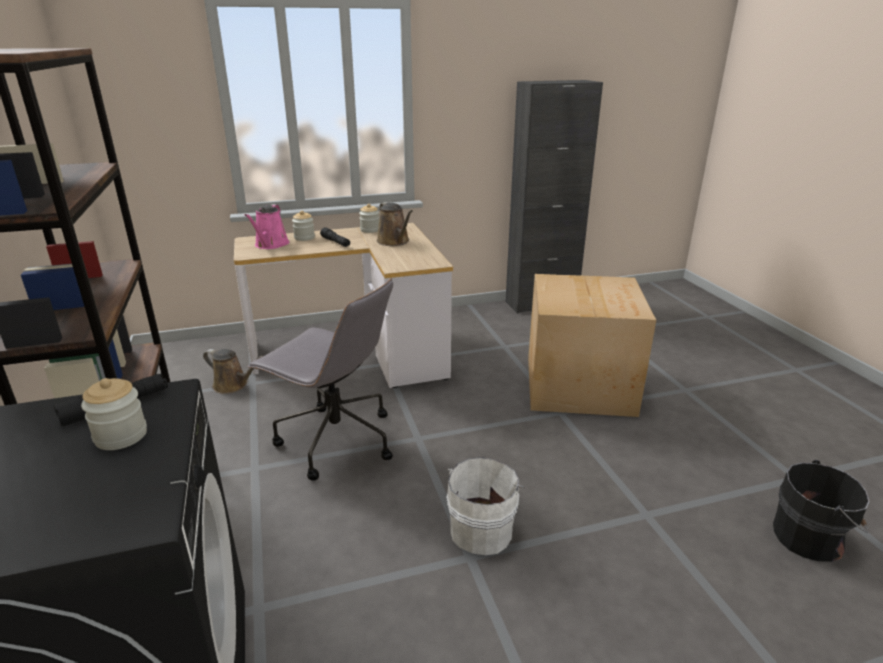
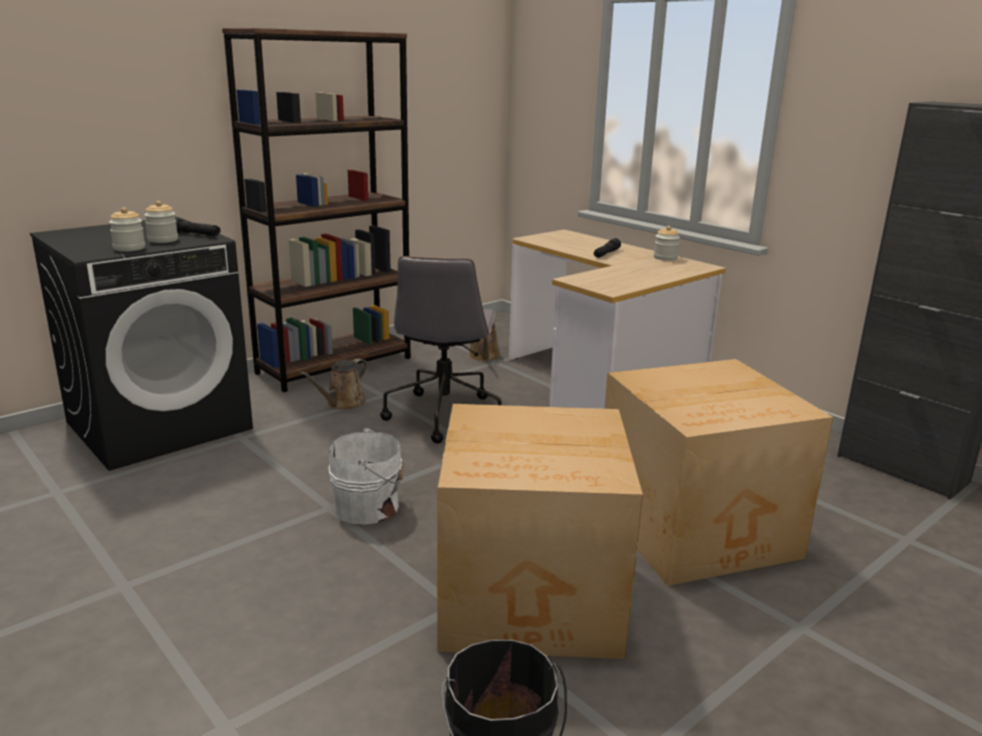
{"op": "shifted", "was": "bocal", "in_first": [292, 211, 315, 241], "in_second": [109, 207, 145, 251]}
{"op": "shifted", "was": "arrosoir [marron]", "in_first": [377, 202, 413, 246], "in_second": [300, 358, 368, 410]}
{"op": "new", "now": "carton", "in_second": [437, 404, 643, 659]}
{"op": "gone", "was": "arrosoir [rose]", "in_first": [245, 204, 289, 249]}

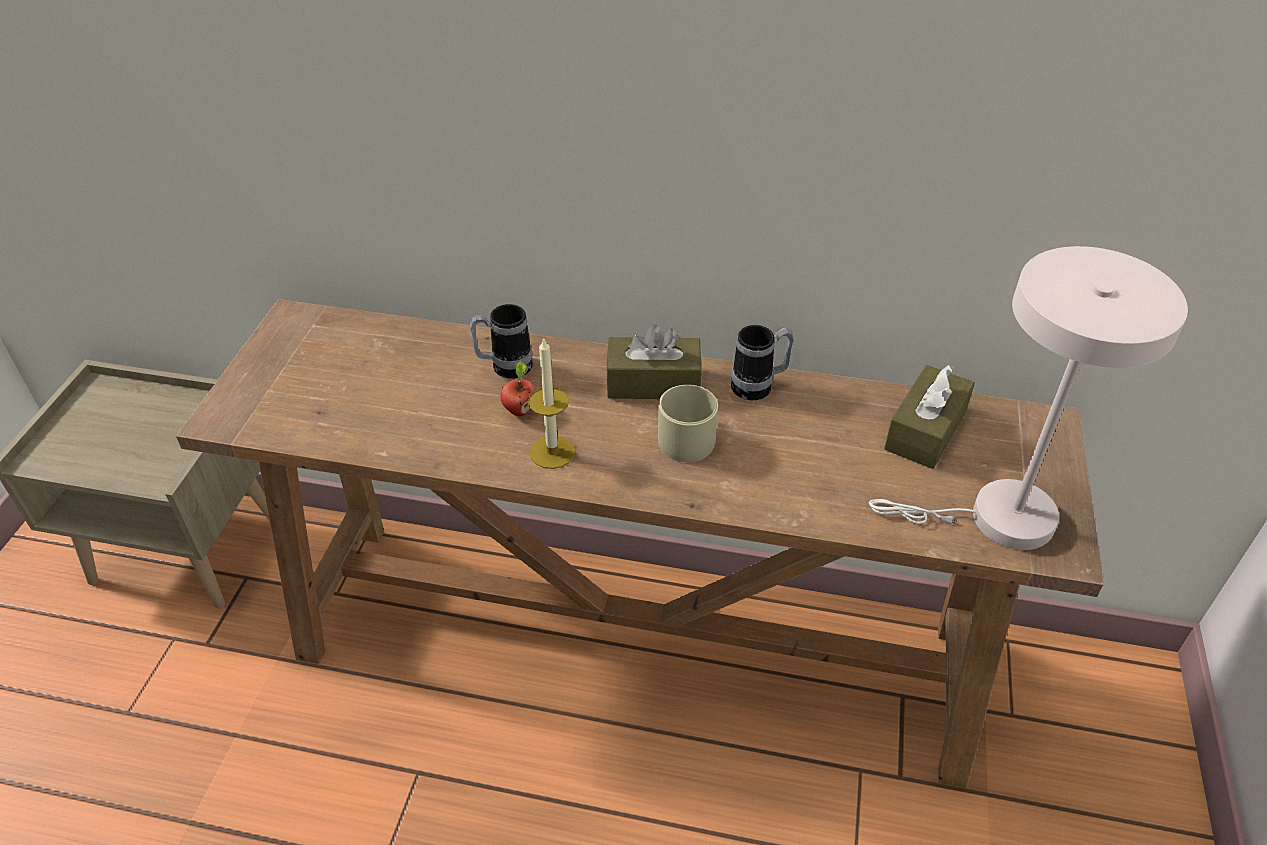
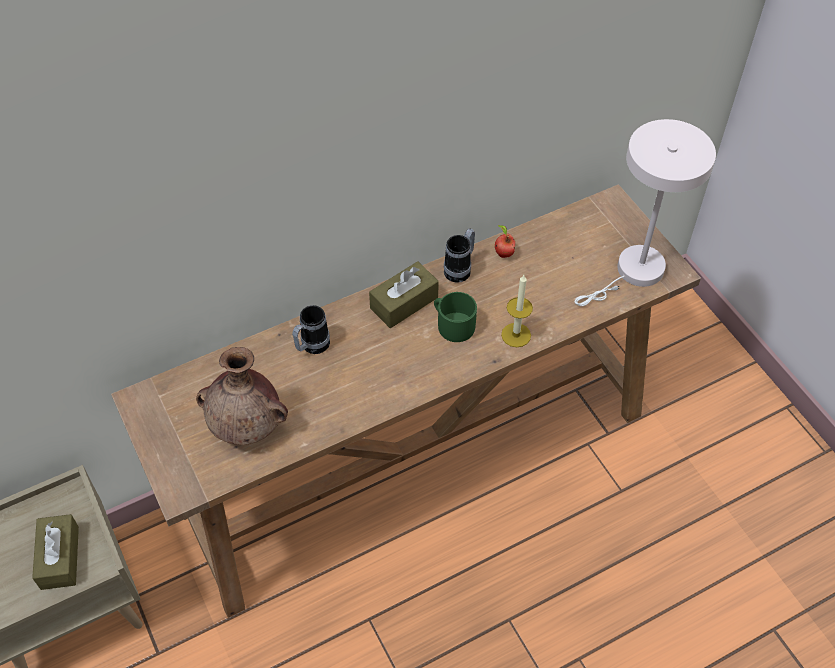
{"op": "shifted", "was": "boîte à mouchoirs [marron]", "in_first": [884, 364, 975, 469], "in_second": [32, 514, 79, 590]}
{"op": "new", "now": "vase [marron]", "in_second": [196, 347, 288, 445]}
{"op": "repainted", "was": "mug [beige]", "now": "mug [vert]", "in_first": [658, 385, 718, 462], "in_second": [434, 292, 477, 342]}
{"op": "shifted", "was": "pomme", "in_first": [500, 361, 535, 416], "in_second": [495, 225, 515, 258]}
{"op": "shifted", "was": "bougie", "in_first": [528, 337, 575, 469], "in_second": [501, 275, 533, 347]}

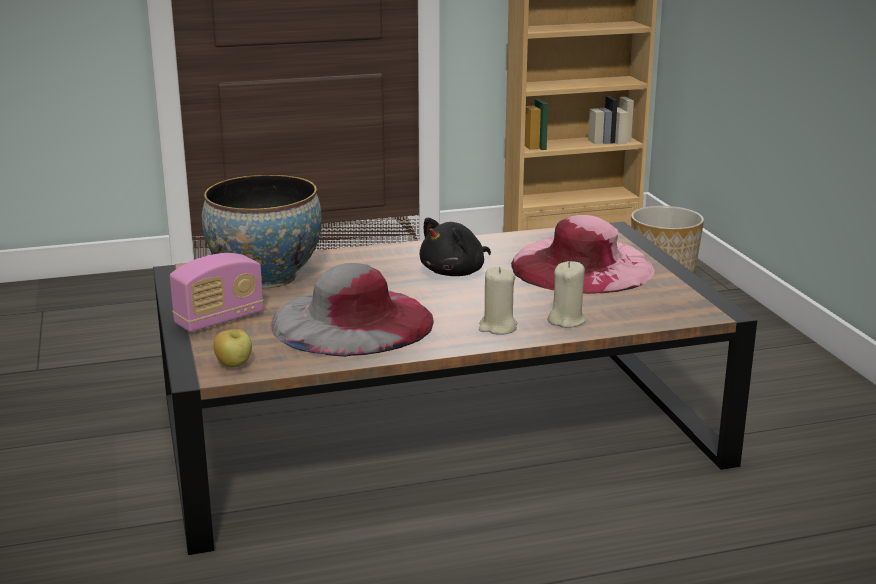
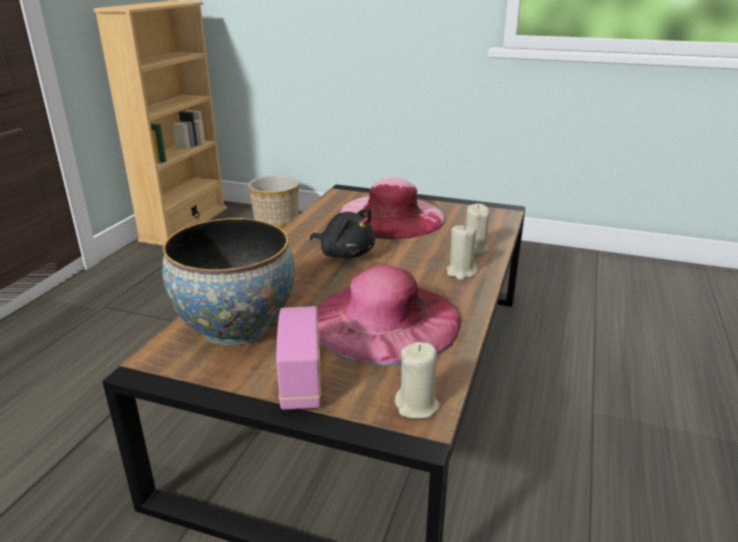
{"op": "rotated", "was": "peluche [noir]", "in_first": [420, 217, 491, 276], "in_second": [310, 208, 375, 259], "clockwise": -45}
{"op": "repainted", "was": "chapeau [gris]", "now": "chapeau [rose]", "in_first": [272, 263, 434, 357], "in_second": [317, 265, 461, 365]}
{"op": "swapped", "was": "pomme", "now": "bougie [beige]", "in_first": [213, 329, 252, 368], "in_second": [395, 342, 440, 419]}

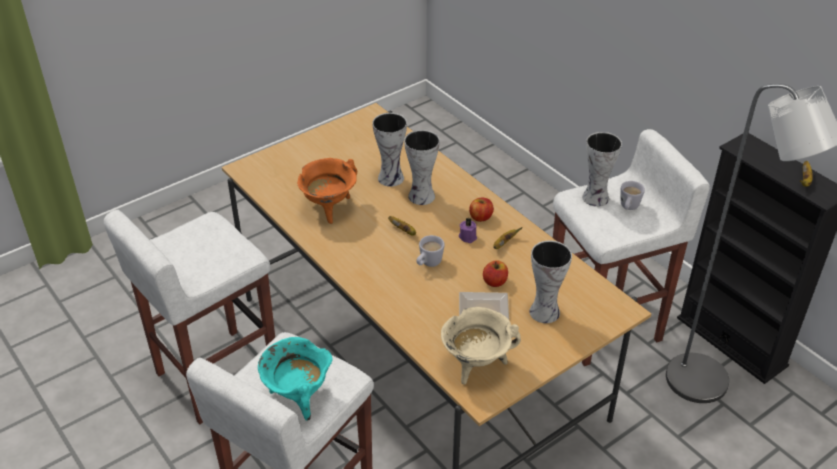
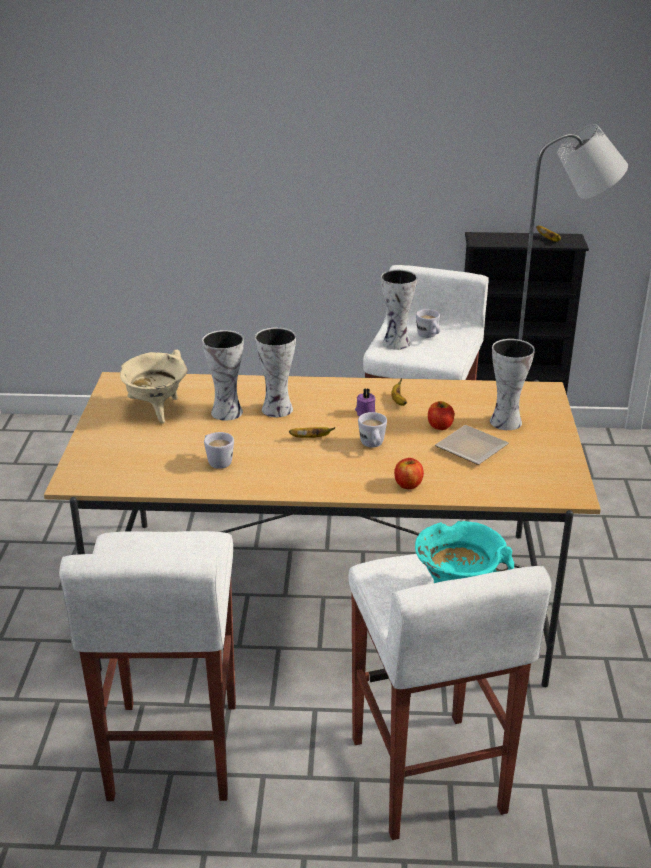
{"op": "shifted", "was": "marmite [beige]", "in_first": [441, 307, 521, 385], "in_second": [120, 350, 188, 423]}
{"op": "swapped", "was": "marmite [orange]", "now": "mug [blanc]", "in_first": [297, 158, 357, 224], "in_second": [204, 432, 234, 469]}
{"op": "shifted", "was": "pomme", "in_first": [469, 198, 494, 222], "in_second": [394, 458, 424, 489]}

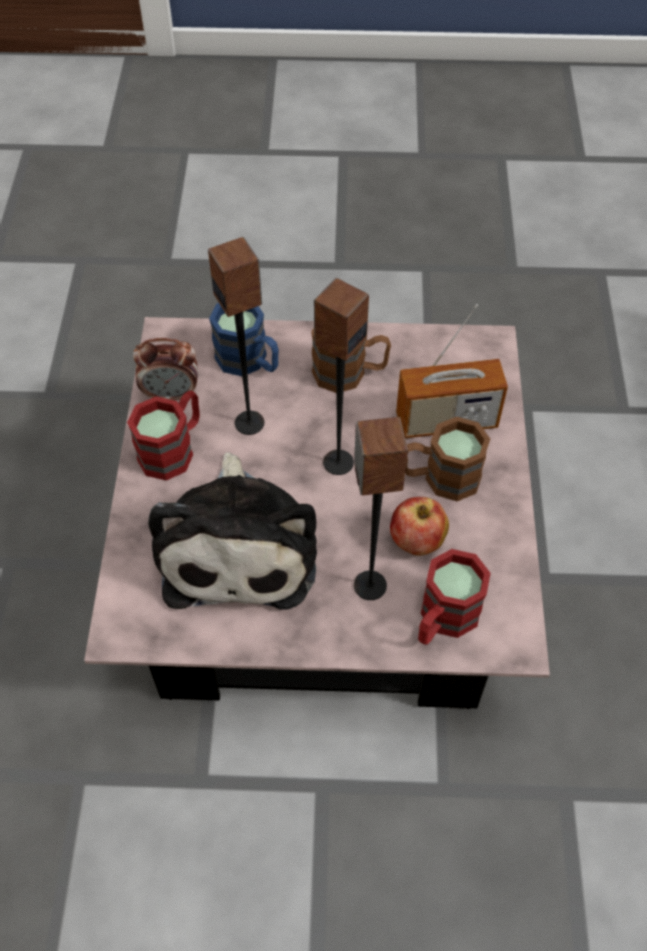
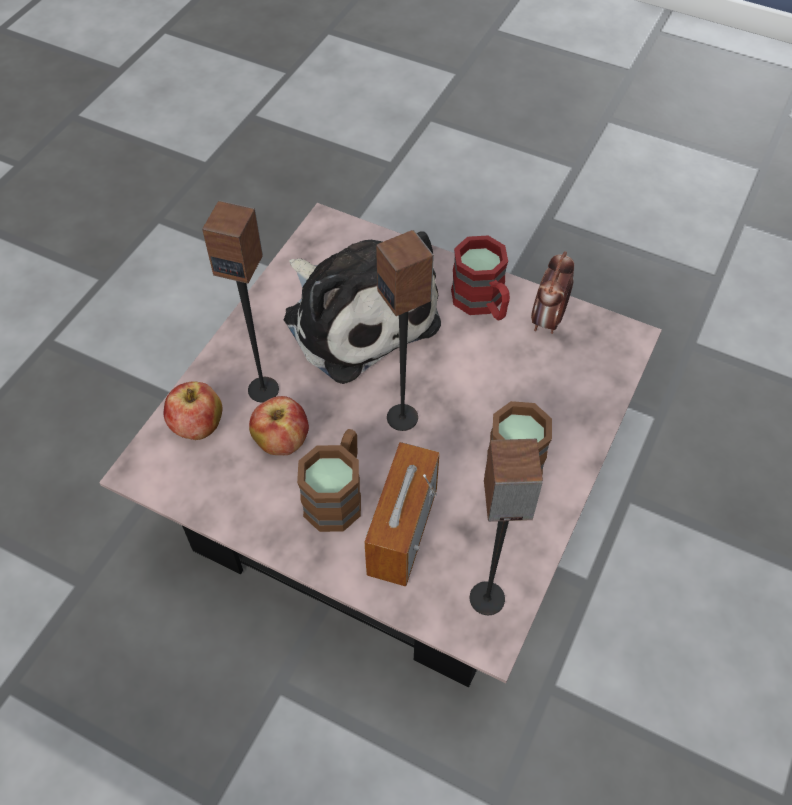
{"op": "swapped", "was": "mug [rouge]", "now": "pomme", "in_first": [418, 549, 491, 645], "in_second": [164, 381, 222, 440]}
{"op": "rotated", "was": "peluche", "in_first": [148, 452, 317, 610], "in_second": [284, 231, 441, 384], "clockwise": -150}
{"op": "shifted", "was": "enceinte", "in_first": [208, 237, 264, 435], "in_second": [470, 439, 543, 615]}
{"op": "gone", "was": "mug [bleu]", "in_first": [209, 303, 279, 376]}

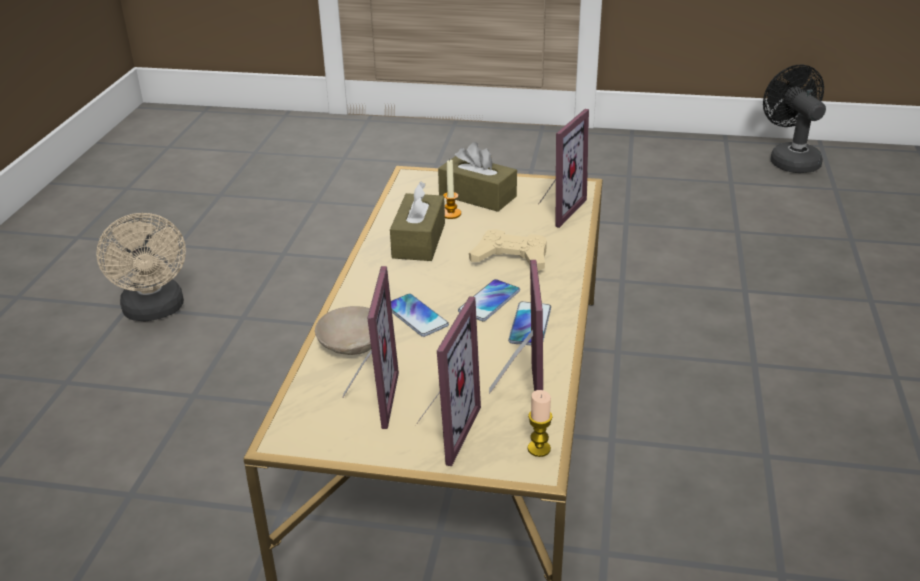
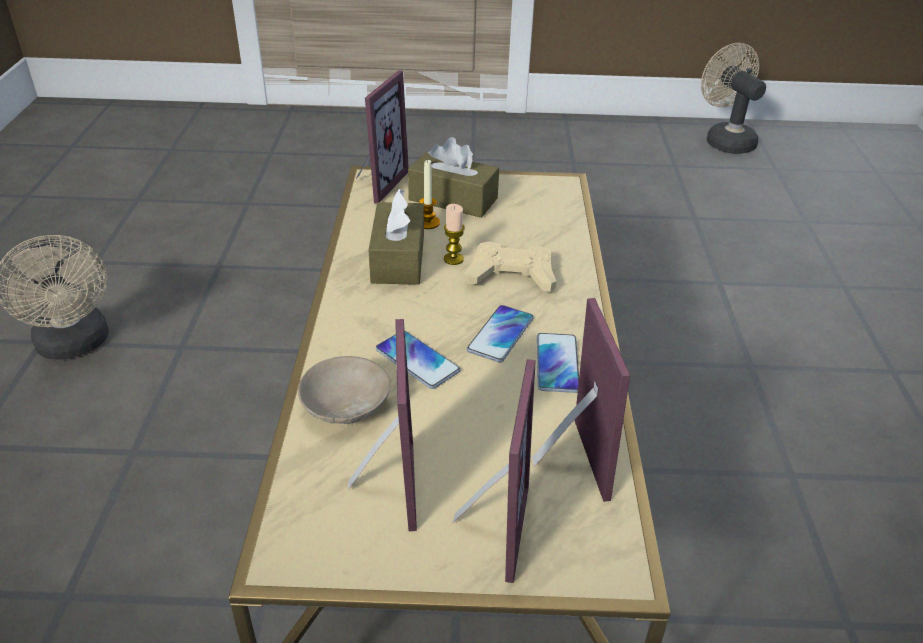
{"op": "shifted", "was": "cadre photo", "in_first": [539, 109, 589, 228], "in_second": [357, 70, 409, 204]}
{"op": "shifted", "was": "bougie", "in_first": [528, 390, 553, 457], "in_second": [444, 204, 465, 265]}
{"op": "repainted", "was": "ventilateur [noir]", "now": "ventilateur [beige]", "in_first": [763, 65, 826, 173], "in_second": [701, 43, 766, 154]}

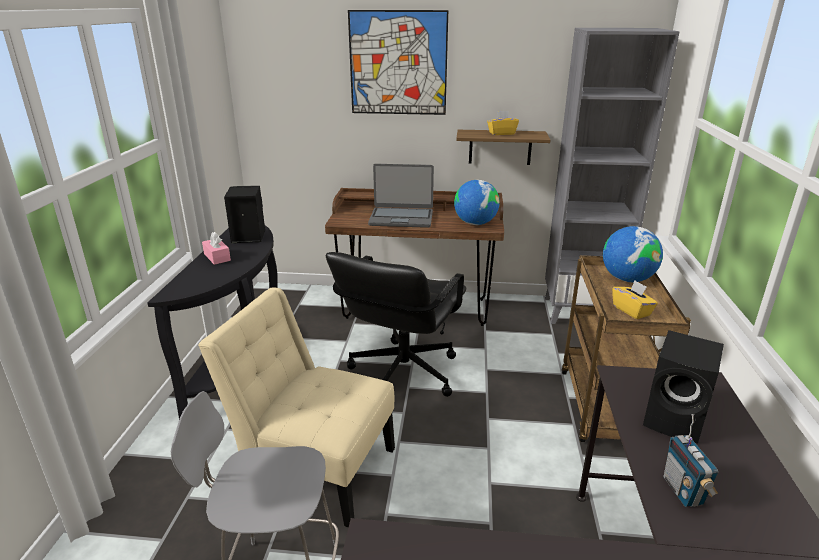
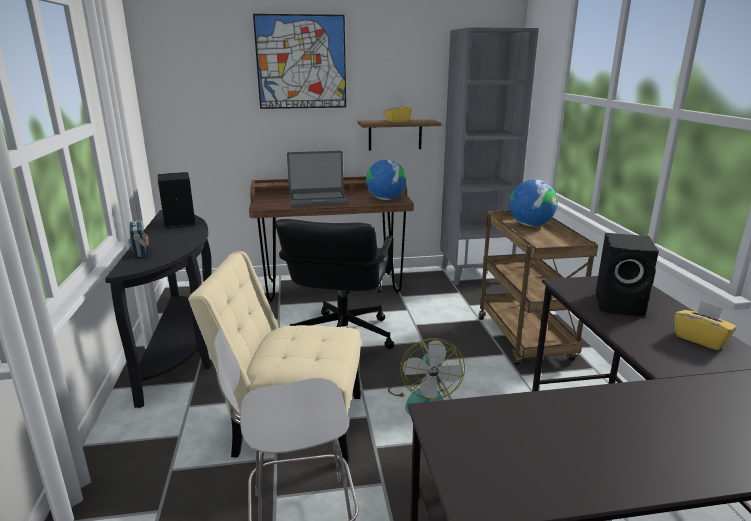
{"op": "shifted", "was": "radio", "in_first": [664, 414, 718, 507], "in_second": [128, 206, 149, 257]}
{"op": "new", "now": "ventilateur", "in_second": [388, 338, 465, 414]}
{"op": "shifted", "was": "boîte à mouchoirs [jaune]", "in_first": [612, 280, 658, 319], "in_second": [675, 301, 737, 350]}
{"op": "gone", "was": "boîte à mouchoirs [rose]", "in_first": [202, 232, 231, 265]}

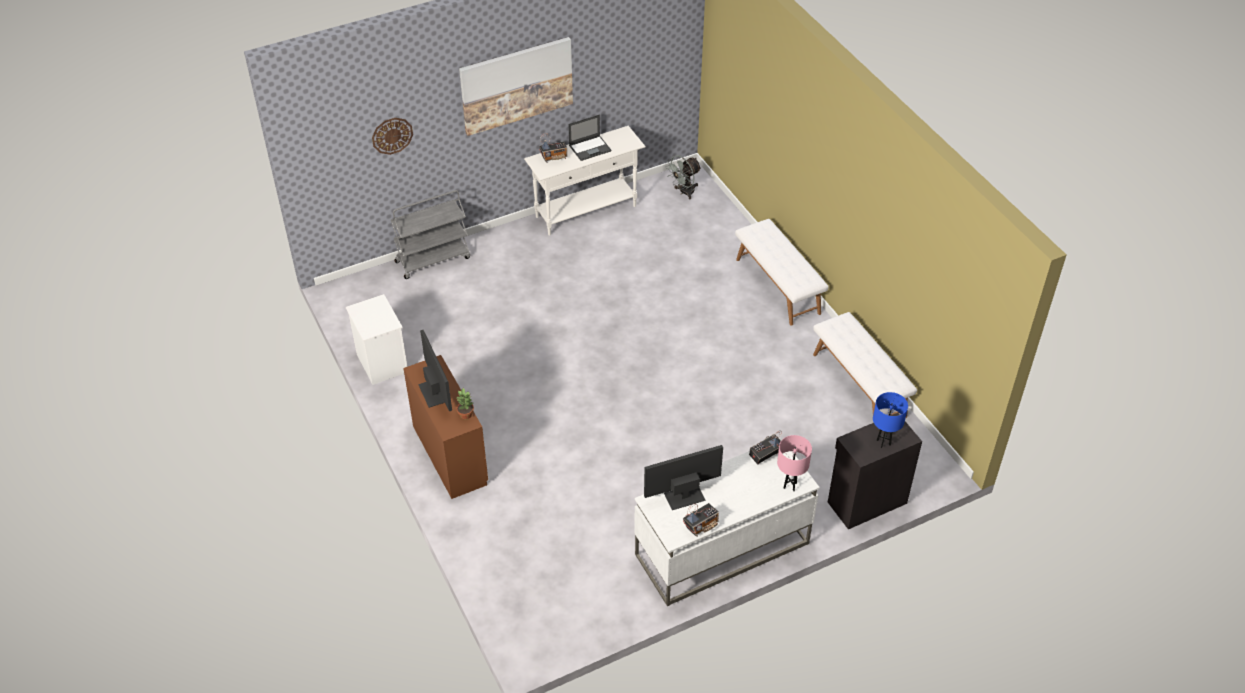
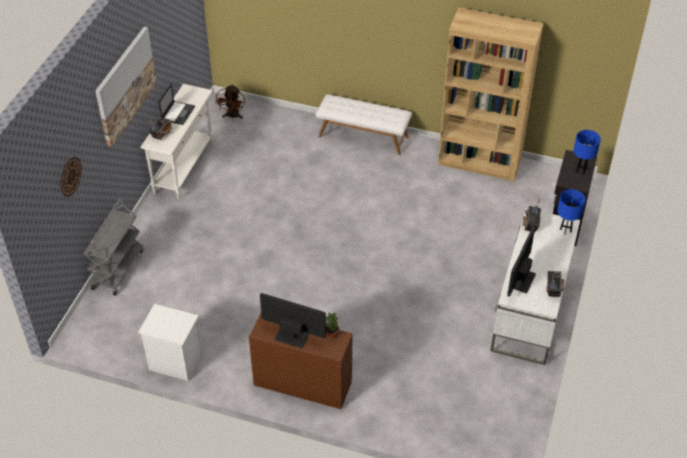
{"op": "repainted", "was": "ventilateur [gris]", "now": "ventilateur [marron]", "in_first": [665, 155, 702, 200], "in_second": [215, 84, 245, 119]}
{"op": "swapped", "was": "banc [blanc]", "now": "bibliothèque [marron]", "in_first": [813, 312, 917, 418], "in_second": [438, 8, 543, 182]}
{"op": "repainted", "was": "lampe de table [rose]", "now": "lampe de table [bleu]", "in_first": [777, 435, 812, 491], "in_second": [557, 189, 586, 235]}

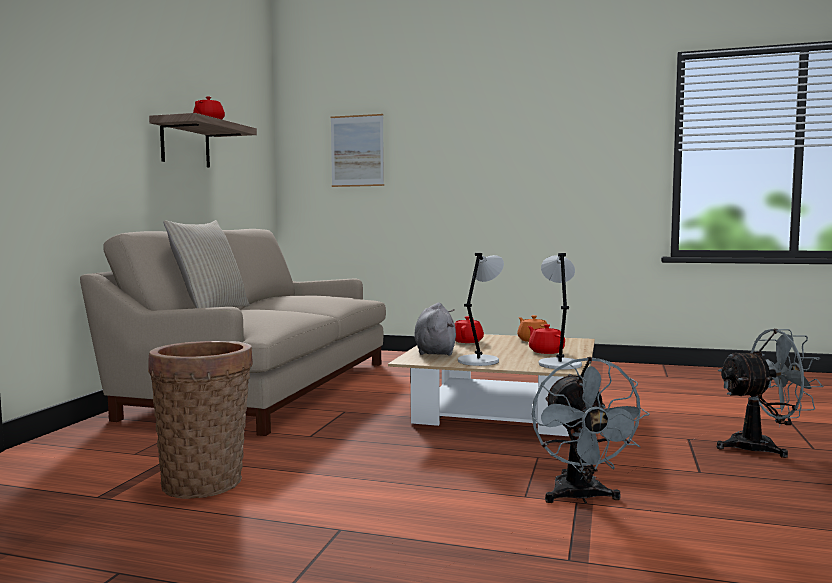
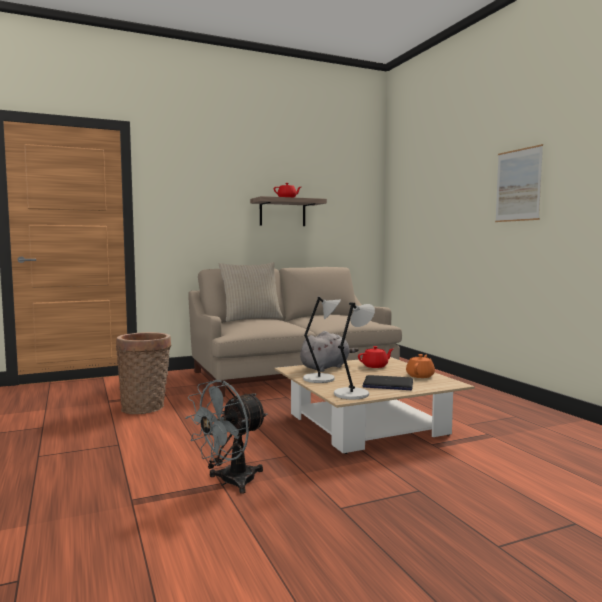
{"op": "swapped", "was": "théière [rouge]", "now": "ordinateur portable", "in_first": [528, 324, 565, 354], "in_second": [363, 375, 413, 390]}
{"op": "shifted", "was": "tableau", "in_first": [330, 114, 384, 187], "in_second": [495, 144, 543, 222]}
{"op": "gone", "was": "ventilateur [gris]", "in_first": [717, 329, 823, 458]}

